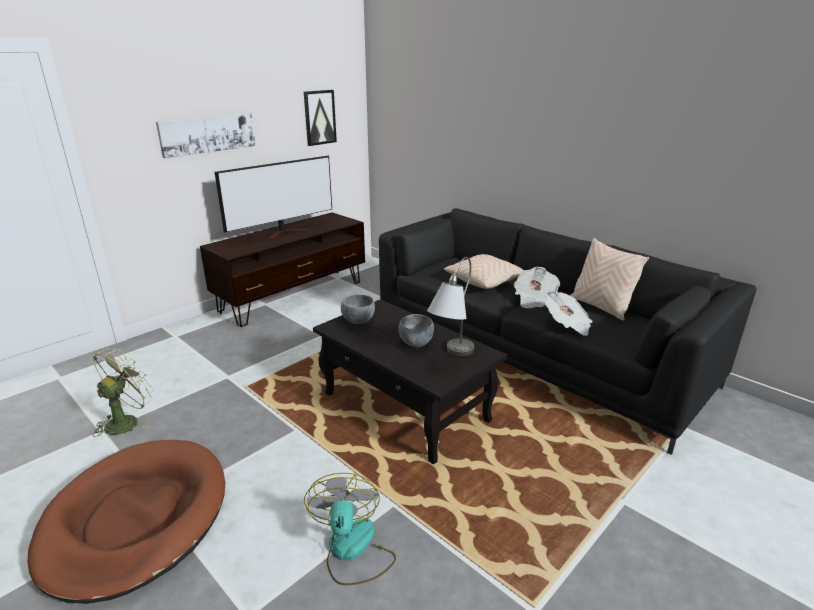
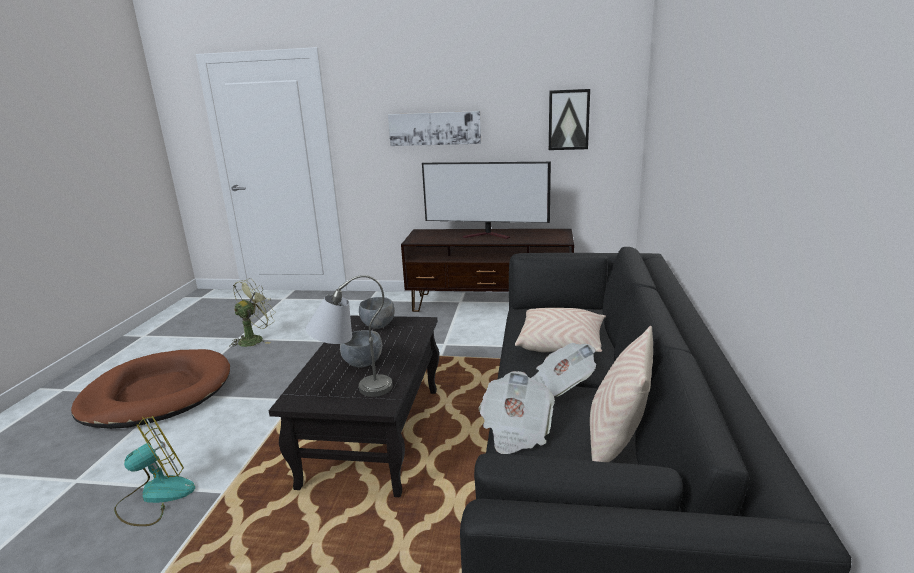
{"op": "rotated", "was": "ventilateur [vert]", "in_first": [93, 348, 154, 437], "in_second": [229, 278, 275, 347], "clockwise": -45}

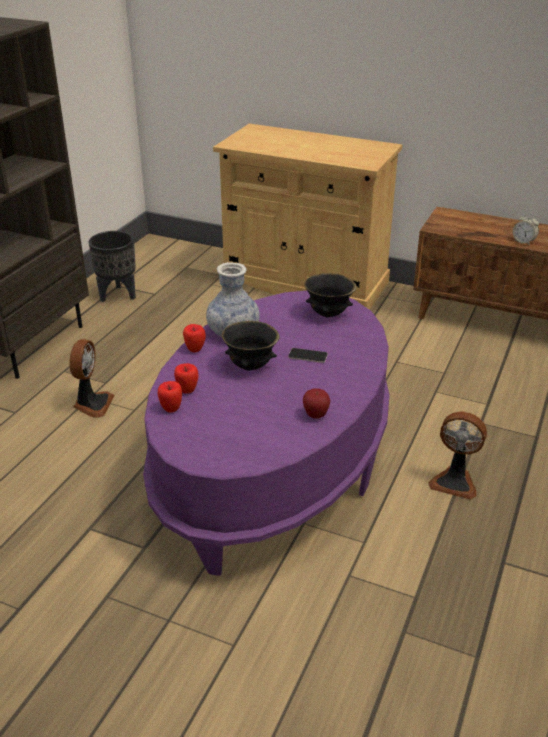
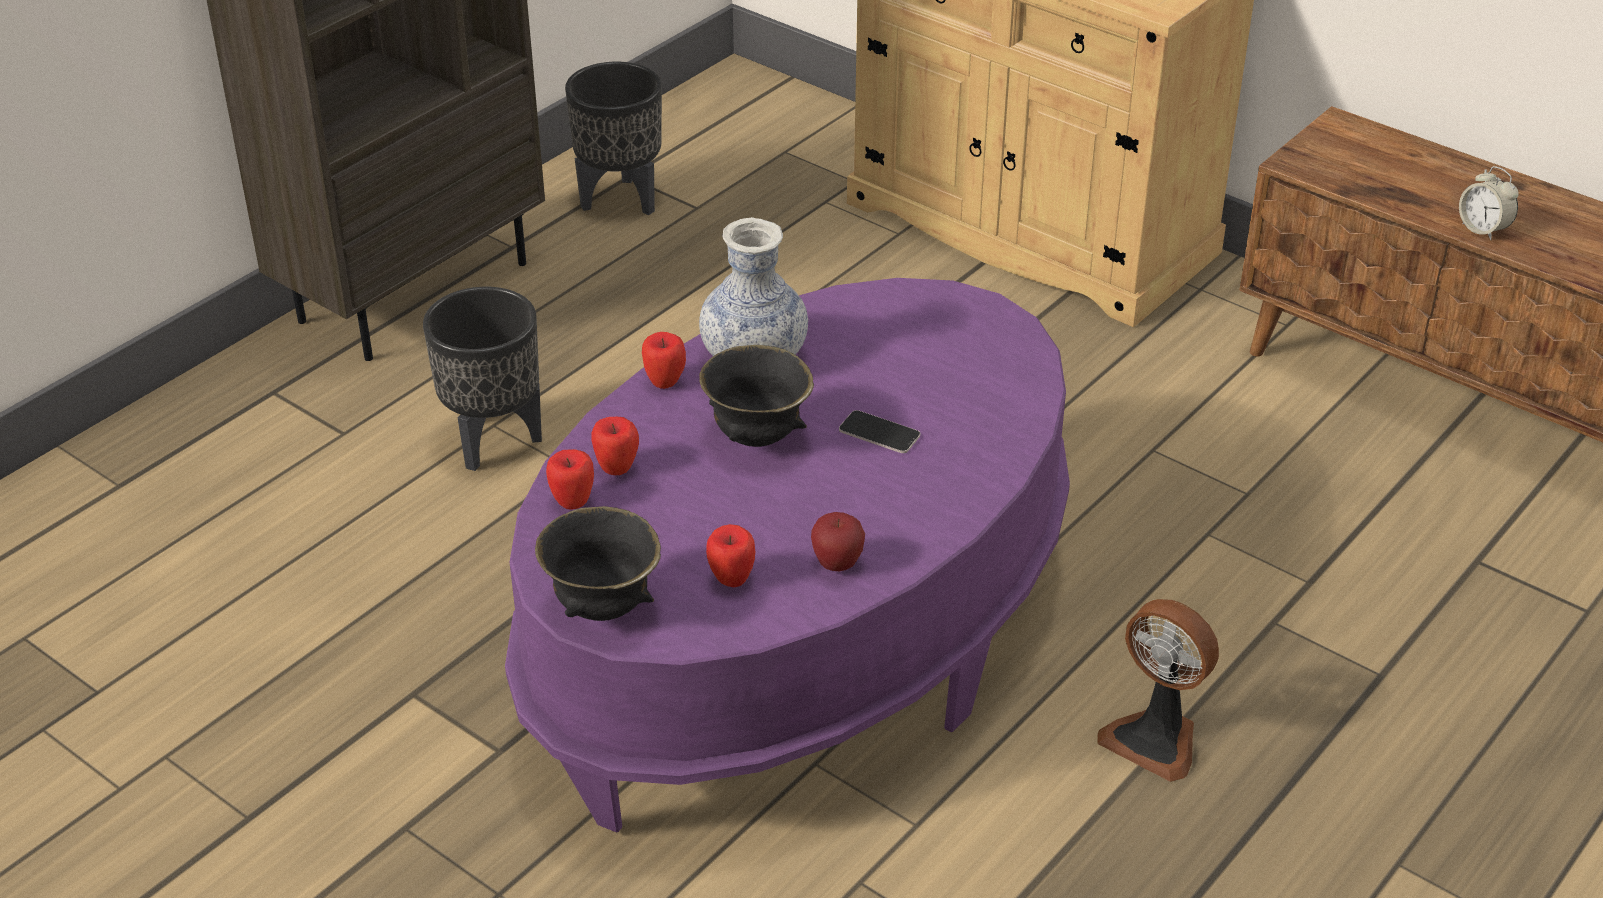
{"op": "swapped", "was": "ventilateur", "now": "cache-pot [noir]", "in_first": [69, 339, 114, 418], "in_second": [423, 287, 542, 471]}
{"op": "shifted", "was": "bol [noir]", "in_first": [304, 273, 357, 318], "in_second": [535, 506, 661, 621]}
{"op": "new", "now": "pomme", "in_second": [706, 524, 755, 587]}

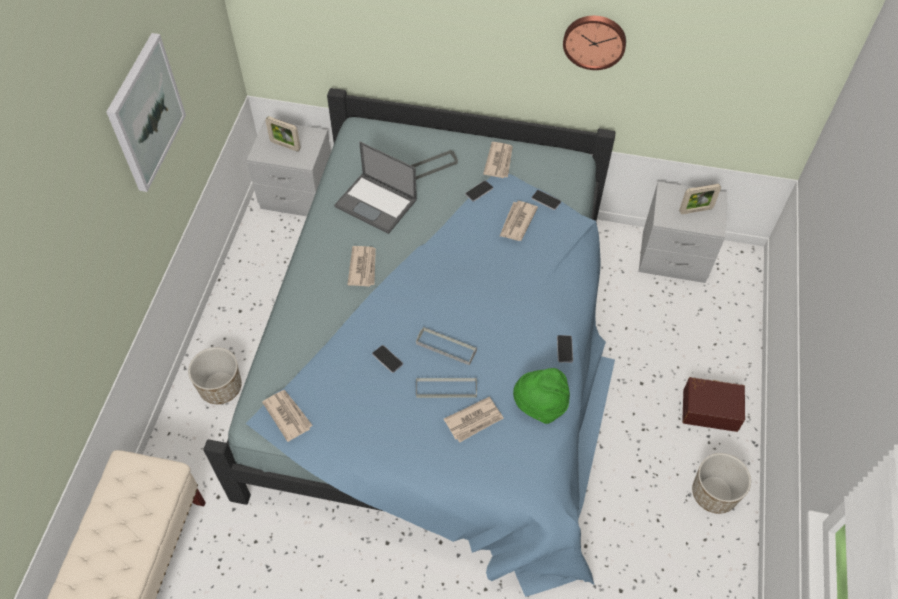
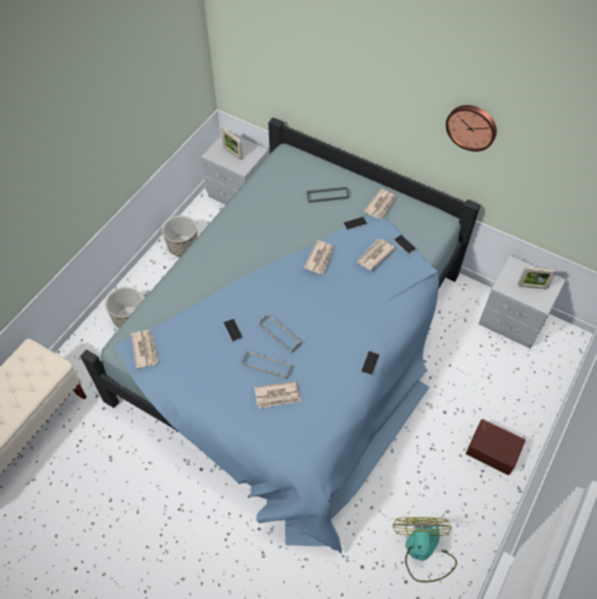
{"op": "shifted", "was": "cache-pot", "in_first": [692, 453, 751, 514], "in_second": [162, 216, 197, 257]}
{"op": "shifted", "was": "journal", "in_first": [347, 246, 376, 287], "in_second": [303, 240, 334, 274]}
{"op": "new", "now": "ventilateur", "in_second": [392, 517, 457, 582]}
{"op": "gone", "was": "tableau", "in_first": [106, 33, 186, 192]}
{"op": "gone", "was": "ordinateur portable", "in_first": [334, 142, 417, 234]}
{"op": "gone", "was": "chapeau [vert]", "in_first": [513, 368, 570, 424]}

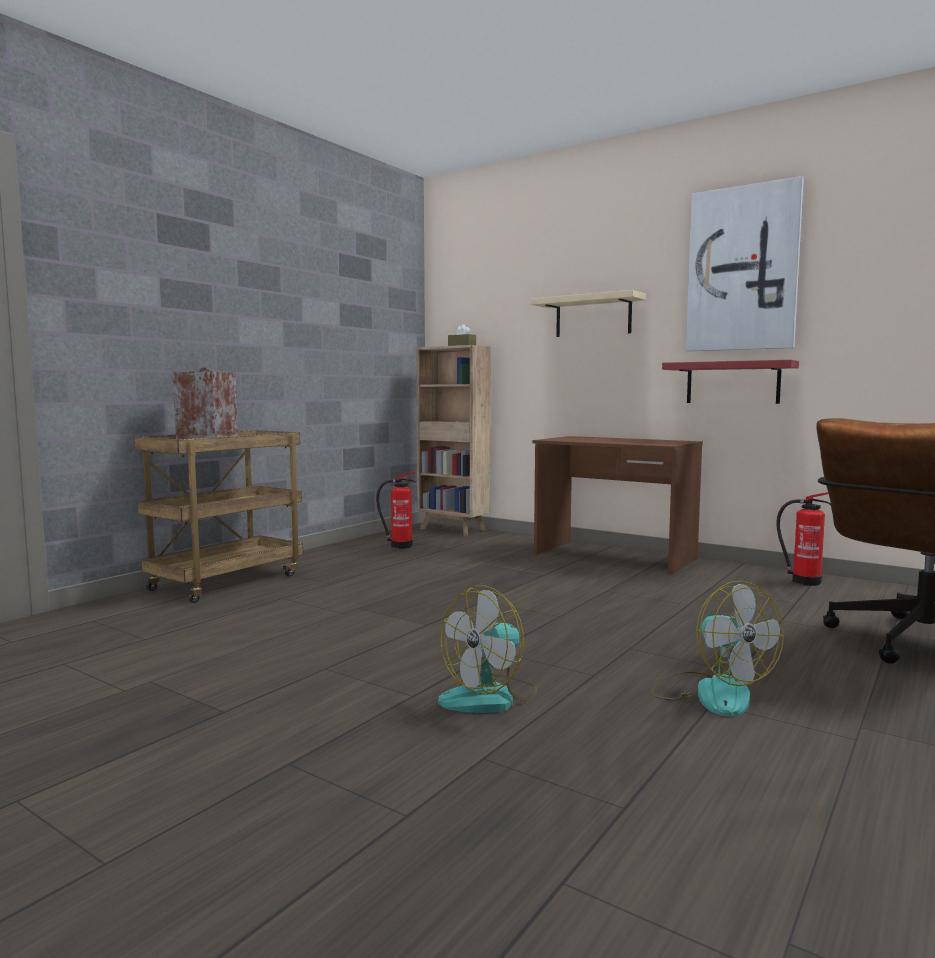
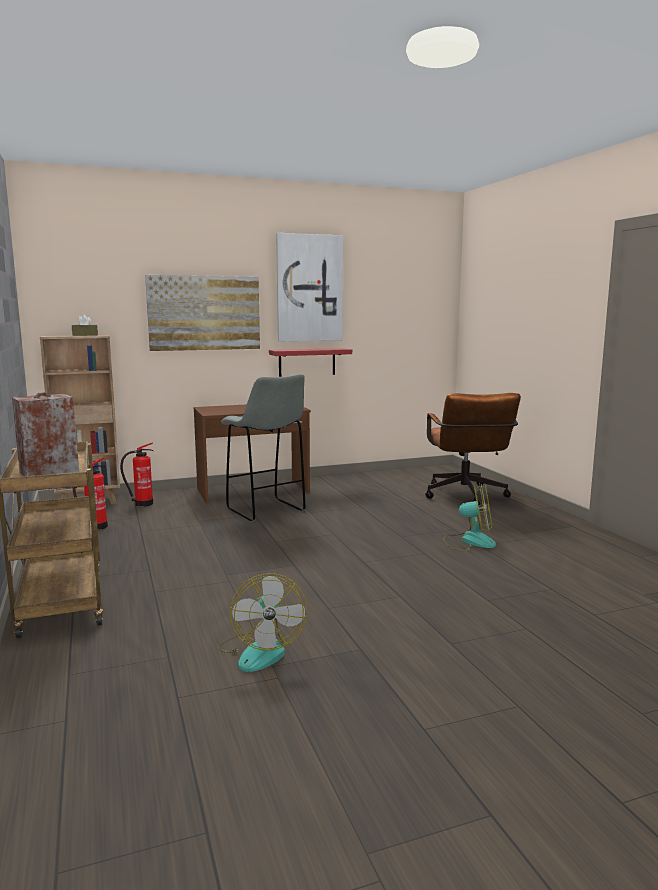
{"op": "shifted", "was": "extincteur", "in_first": [776, 492, 831, 586], "in_second": [120, 443, 153, 506]}
{"op": "swapped", "was": "étagère [beige]", "now": "tableau", "in_first": [530, 290, 646, 337], "in_second": [145, 275, 260, 351]}
{"op": "shifted", "was": "ventilateur", "in_first": [438, 585, 537, 713], "in_second": [218, 574, 307, 672]}
{"op": "new", "now": "tabouret [gris]", "in_second": [221, 374, 306, 523]}

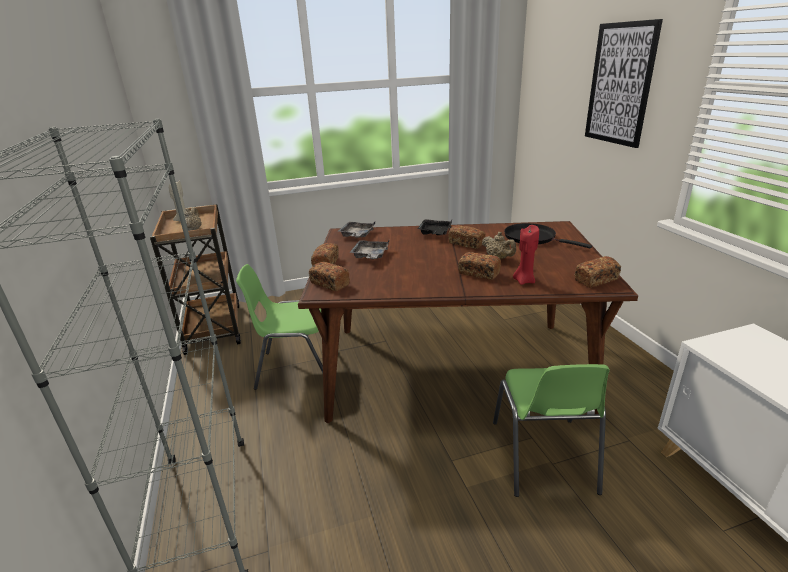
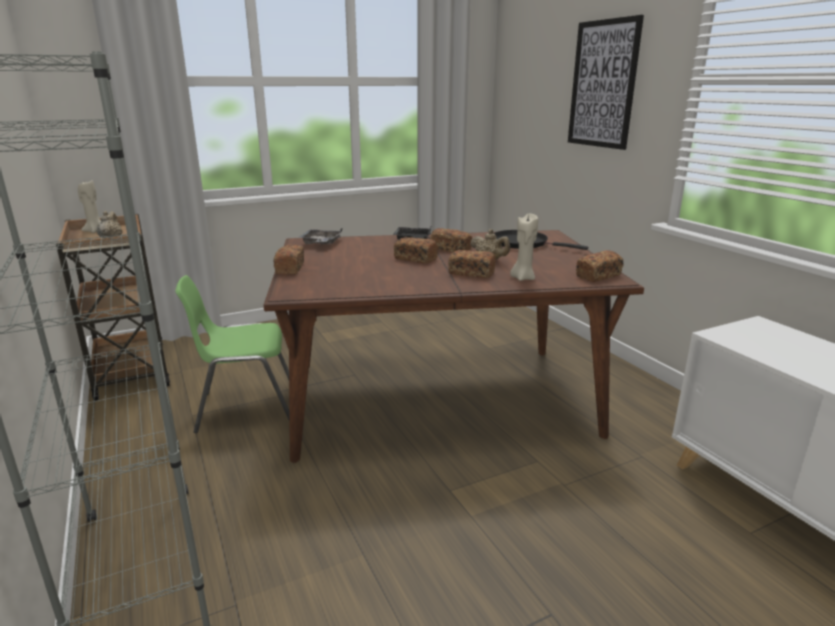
{"op": "shifted", "was": "pain", "in_first": [309, 262, 350, 291], "in_second": [394, 237, 438, 263]}
{"op": "repainted", "was": "bougie [rouge]", "now": "bougie [beige]", "in_first": [513, 225, 539, 285], "in_second": [510, 214, 538, 281]}
{"op": "gone", "was": "plateau [gris]", "in_first": [349, 240, 389, 259]}
{"op": "gone", "was": "chaise [vert]", "in_first": [493, 364, 610, 497]}

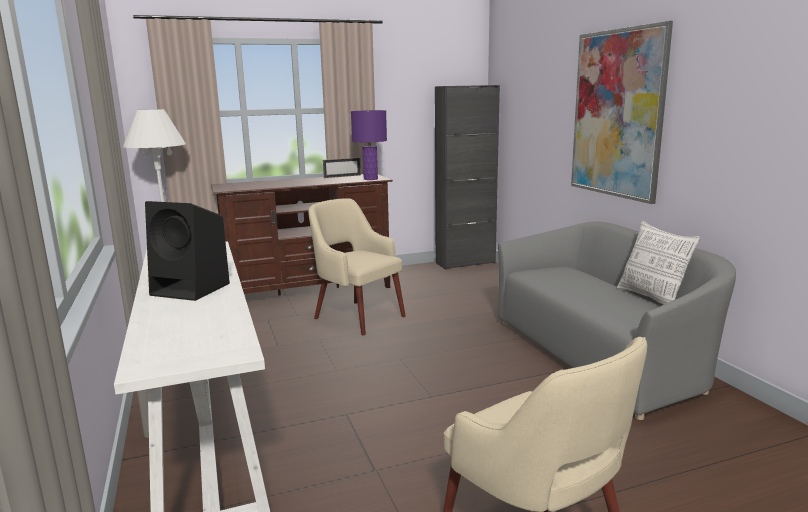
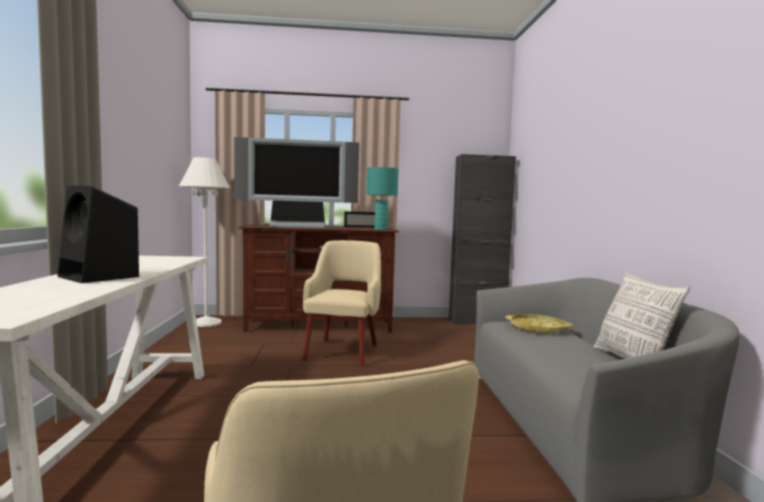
{"op": "new", "now": "téléviseur", "in_second": [234, 137, 359, 228]}
{"op": "rotated", "was": "fauteuil [beige]", "in_first": [308, 198, 406, 336], "in_second": [303, 240, 381, 367], "clockwise": 45}
{"op": "repainted", "was": "lampe de table [violet]", "now": "lampe de table [turquoise]", "in_first": [351, 110, 387, 180], "in_second": [366, 167, 398, 230]}
{"op": "new", "now": "plateau [jaune]", "in_second": [505, 314, 573, 335]}
{"op": "gone", "was": "tableau", "in_first": [571, 21, 673, 204]}

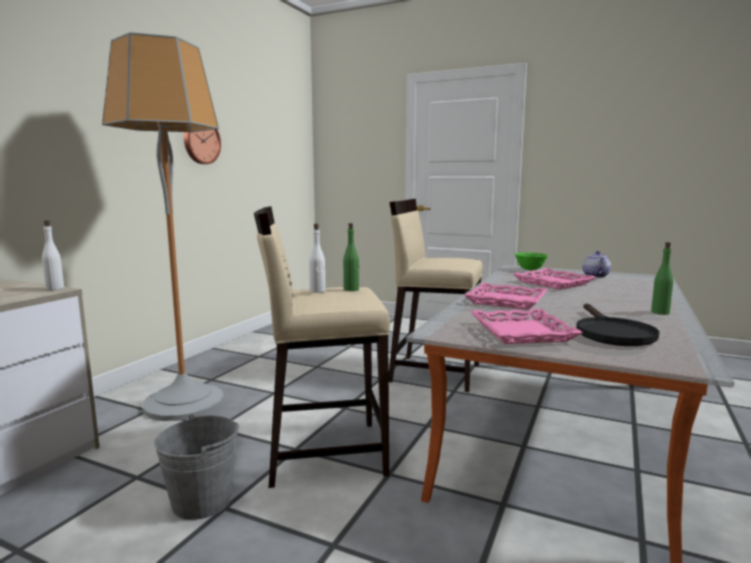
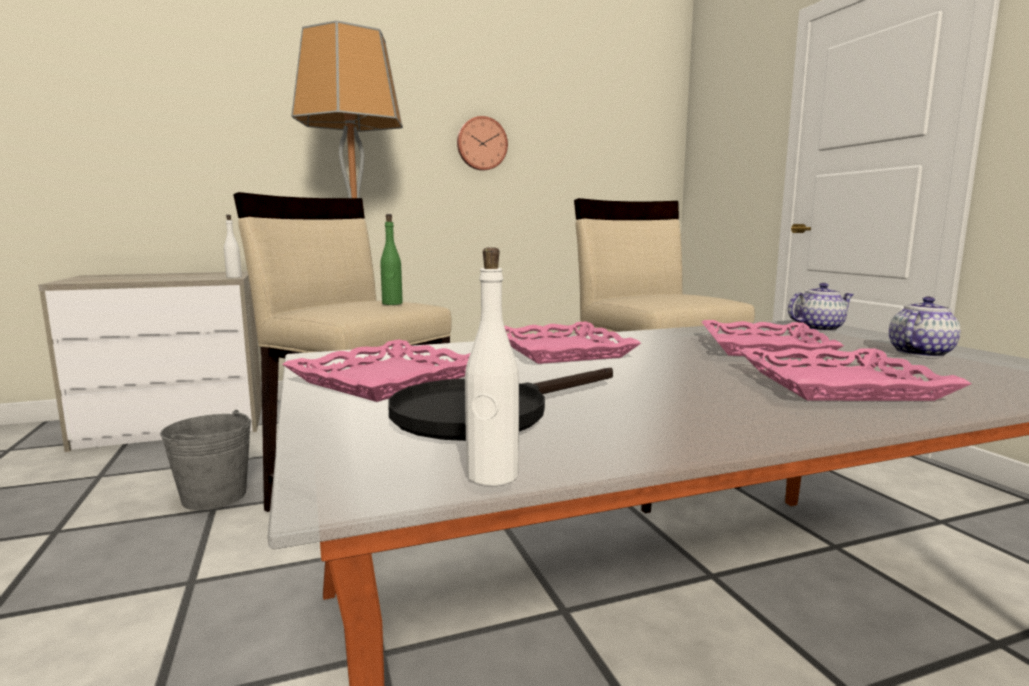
{"op": "shifted", "was": "bouteille [blanc]", "in_first": [309, 224, 326, 293], "in_second": [465, 247, 519, 486]}
{"op": "new", "now": "plateau [rose]", "in_second": [739, 348, 972, 401]}
{"op": "swapped", "was": "bol [vert]", "now": "théière", "in_first": [515, 252, 548, 270], "in_second": [788, 283, 854, 332]}
{"op": "gone", "was": "bouteille [vert]", "in_first": [651, 242, 673, 315]}

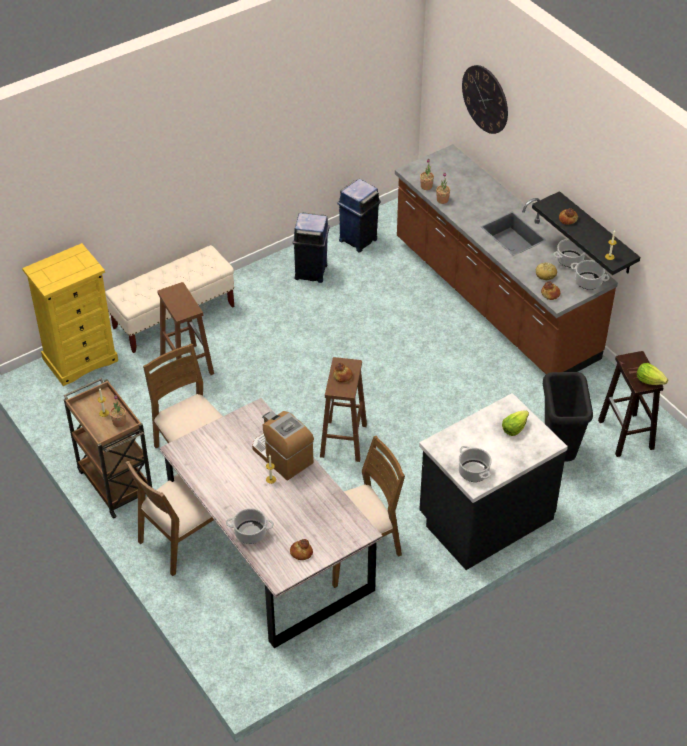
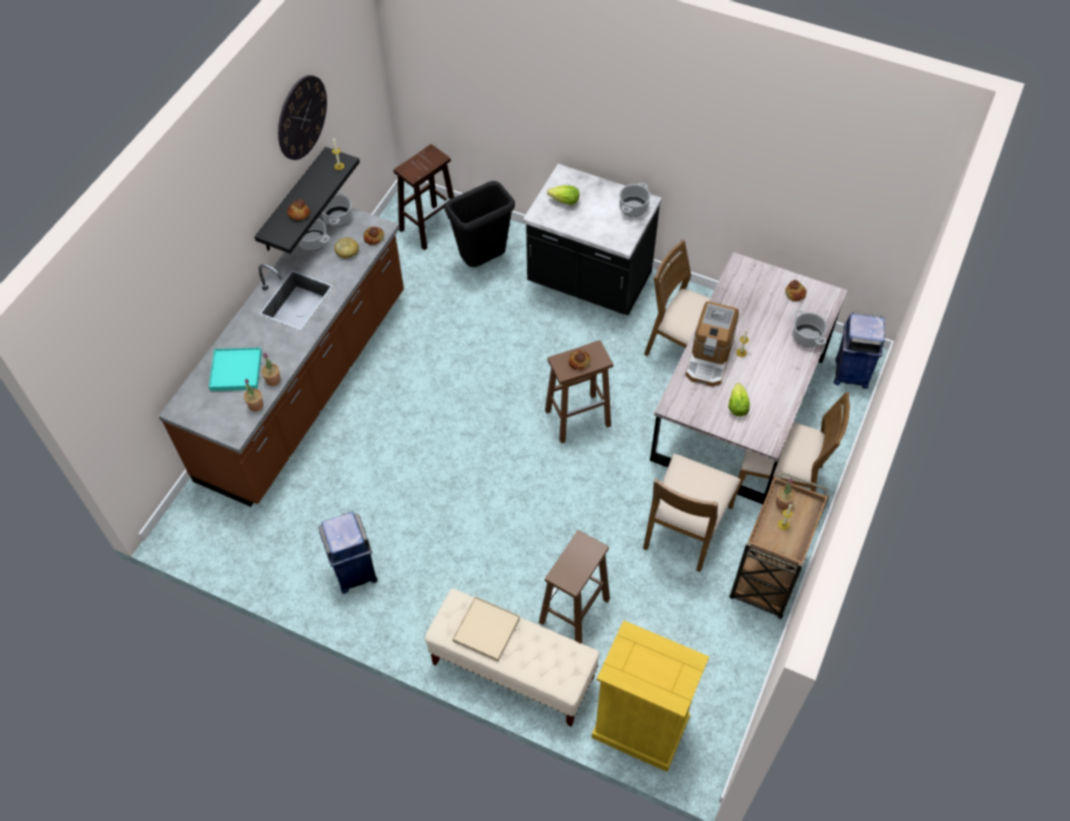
{"op": "new", "now": "plateau [turquoise]", "in_second": [209, 348, 262, 391]}
{"op": "shifted", "was": "horloge murale", "in_first": [462, 65, 508, 134], "in_second": [278, 75, 327, 160]}
{"op": "new", "now": "plateau [beige]", "in_second": [452, 596, 520, 662]}
{"op": "shifted", "was": "laitue", "in_first": [637, 363, 668, 385], "in_second": [729, 383, 750, 416]}
{"op": "shifted", "was": "poubelle [bleu]", "in_first": [337, 179, 381, 253], "in_second": [834, 312, 885, 389]}

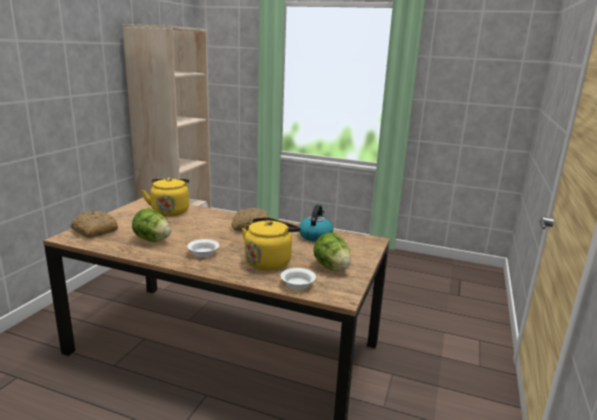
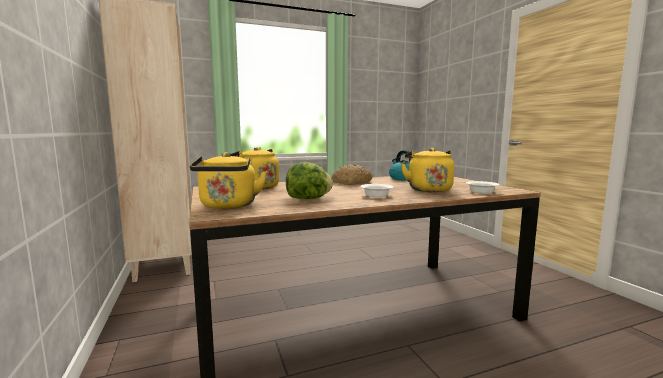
{"op": "swapped", "was": "pain", "now": "bouilloire [jaune]", "in_first": [71, 210, 118, 238], "in_second": [190, 152, 267, 209]}
{"op": "gone", "was": "laitue", "in_first": [313, 233, 351, 271]}

